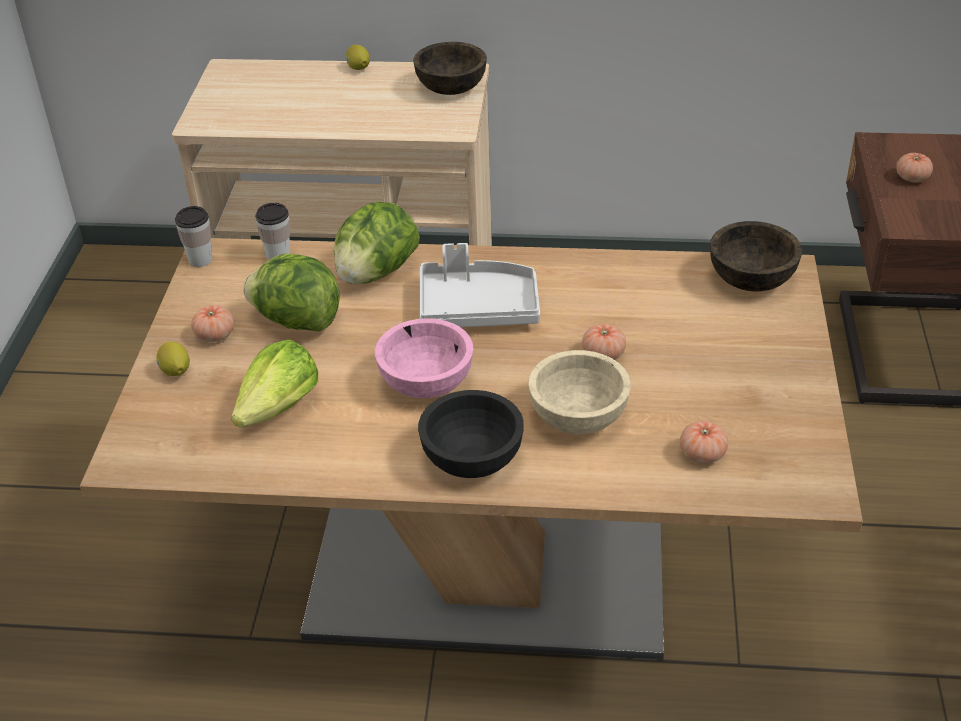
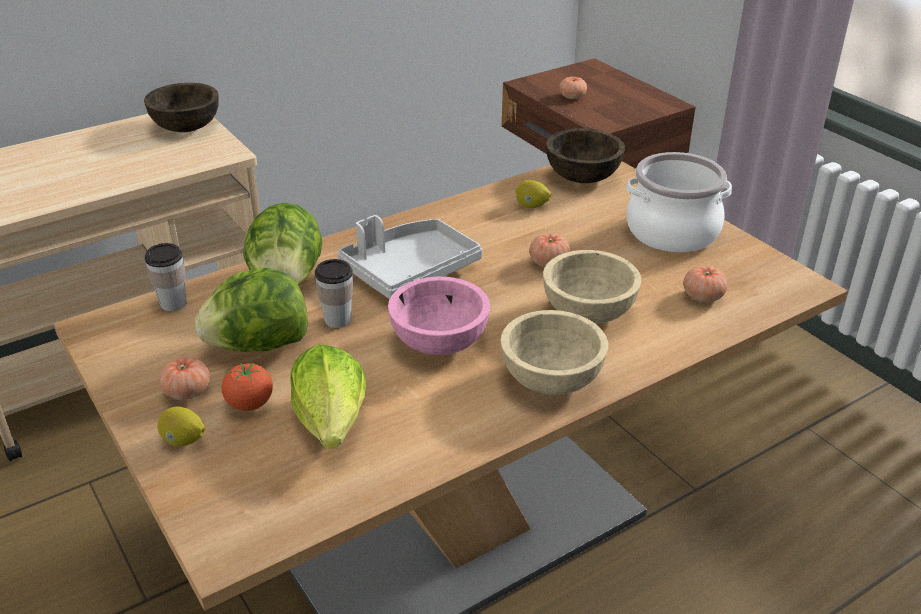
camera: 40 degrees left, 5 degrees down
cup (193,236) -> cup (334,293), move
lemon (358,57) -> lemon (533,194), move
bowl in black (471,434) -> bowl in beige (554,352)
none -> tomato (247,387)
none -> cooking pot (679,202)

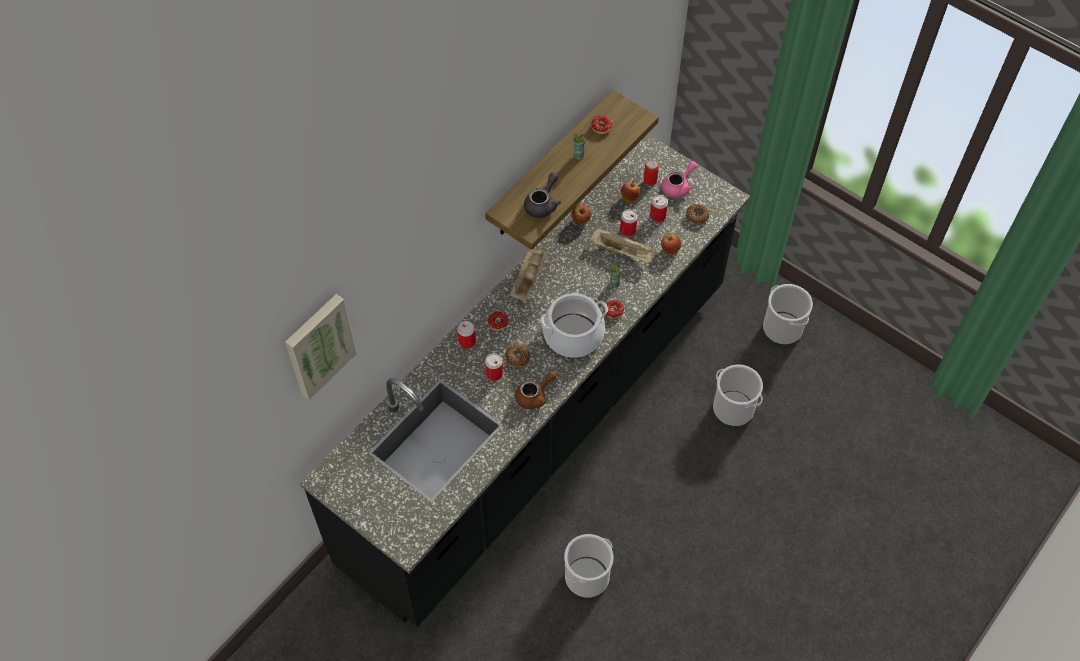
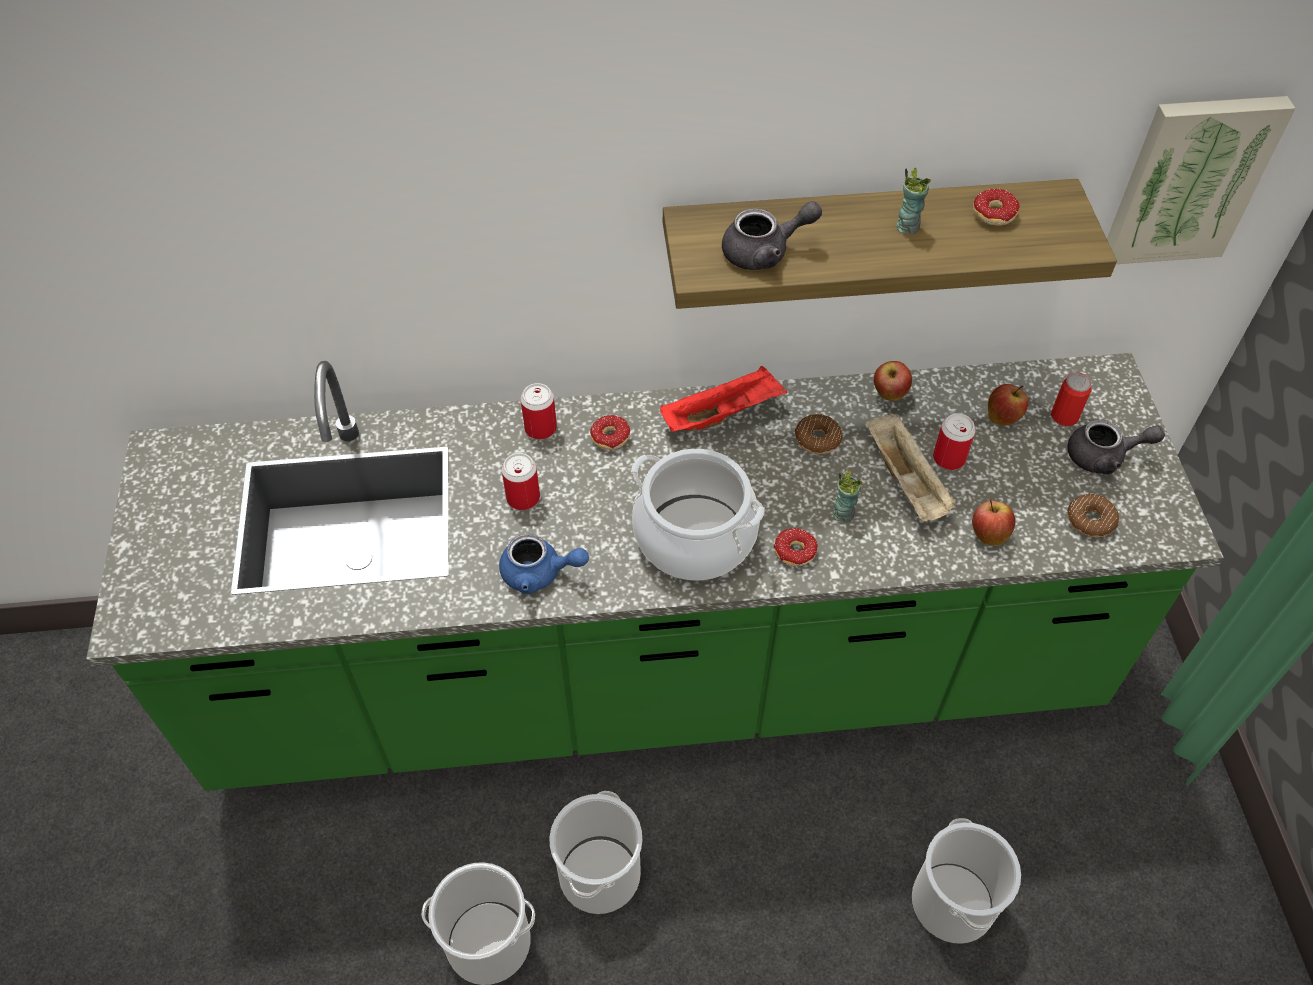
camera: 45 degrees right, 5 degrees down
picture (321,347) -> picture (1201,180), move
counter in black (525,380) -> counter in green (655,572)
donut (517,356) -> donut (819,434), move
tray in beige (529,274) -> tray in red (723,399)
teapot in brown (535,390) -> teapot in blue (544,564)
can (659,208) -> none
teapot in pink (679,179) -> teapot in grey (1116,446)
bucket (788,314) -> bucket (596,852), move

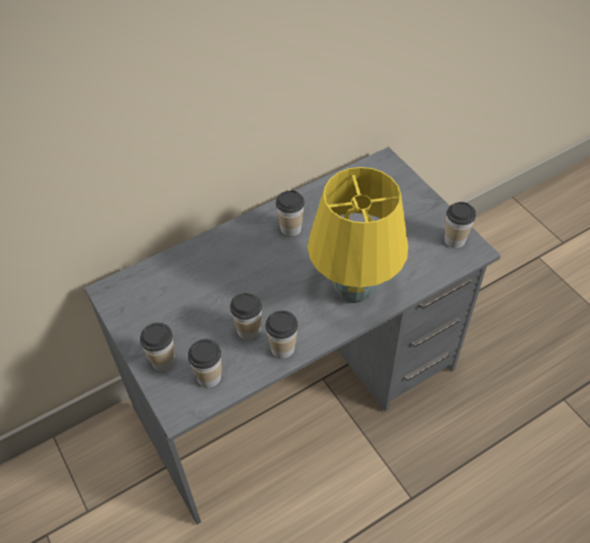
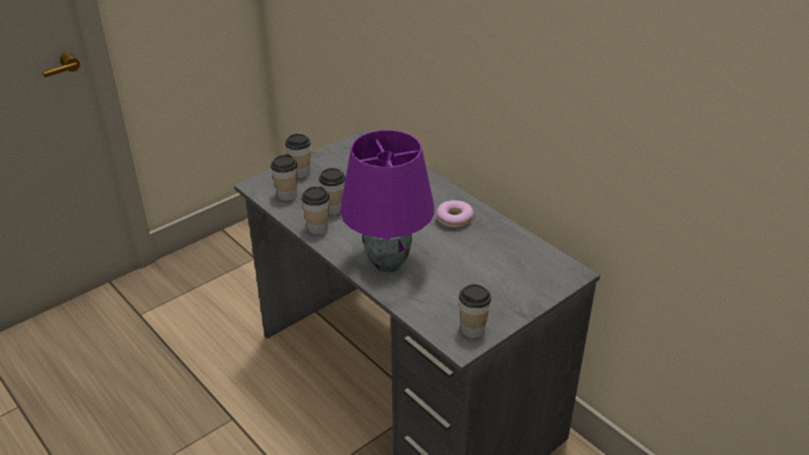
camera: 80 degrees right, 15 degrees down
cup (290,213) -> donut (455,214)
table lamp in yellow (357,235) -> table lamp in purple (387,201)

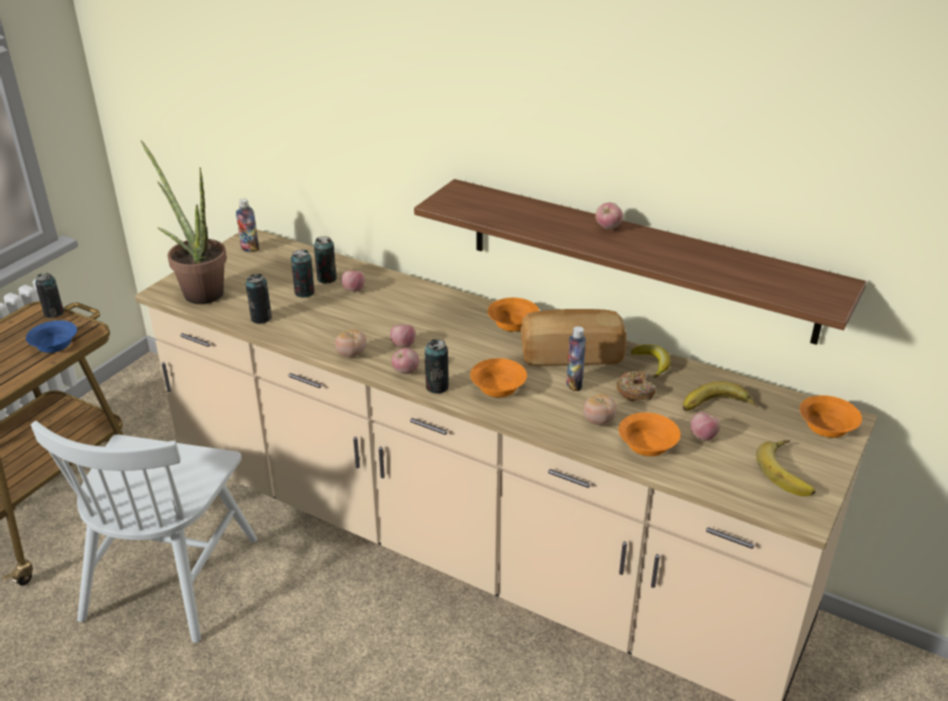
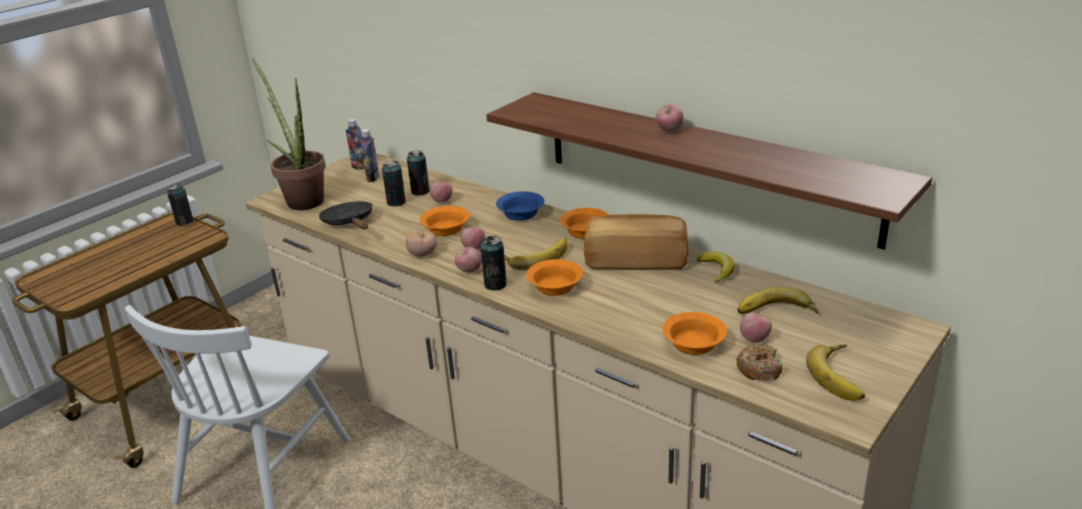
camera: 10 degrees right, 5 degrees down
bowl in blue (51,336) -> bowl in blue (520,206), move
can (259,299) -> frying pan in black (345,215)
bottle (576,358) -> bottle (369,155), move
tomato (600,409) -> none
donut (636,385) -> donut (759,362), move
bowl in orange (831,416) -> bowl in orange (444,221), move
none -> banana (535,253)

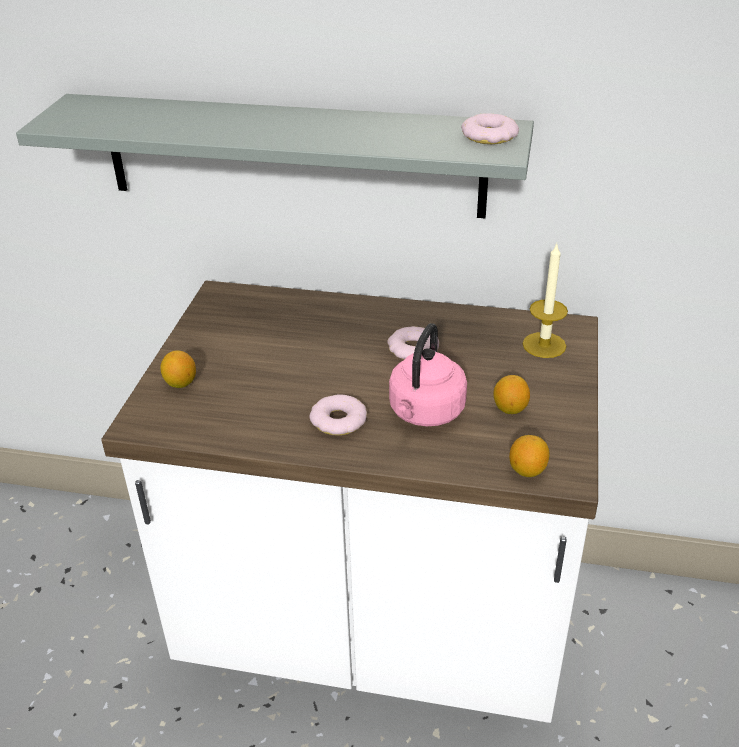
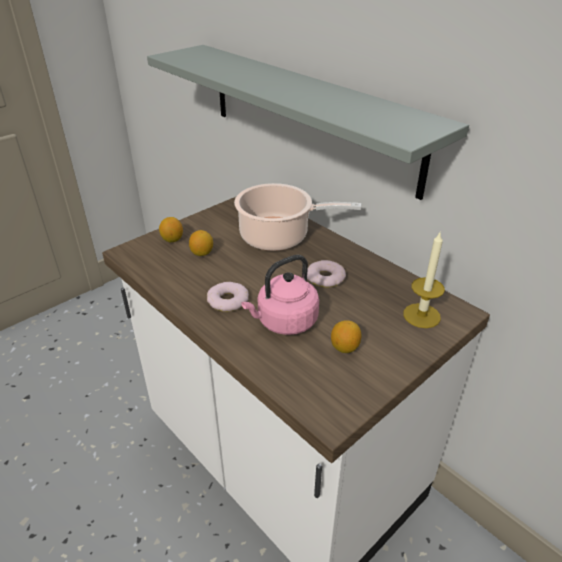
camera: 35 degrees right, 0 degrees up
donut (490,128) -> none
lemon (529,456) -> lemon (201,243), move
none -> cooking pot (297,217)

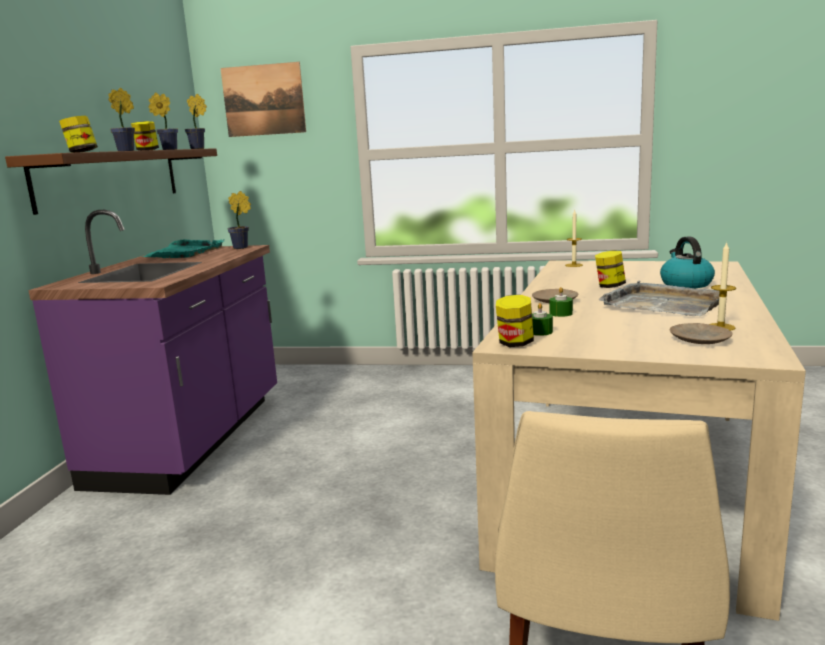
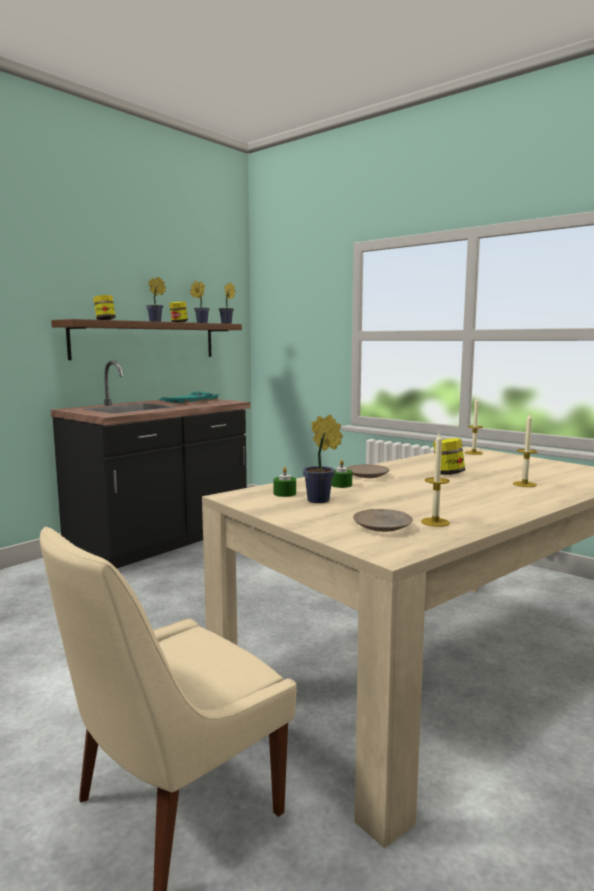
camera: 30 degrees right, 5 degrees down
counter in purple (152,352) -> counter in black (150,464)
picture (263,99) -> none
potted plant (239,220) -> potted plant (323,458), move
jar (515,321) -> none
tray in grey (659,298) -> none
kettle (687,262) -> candle (525,450)

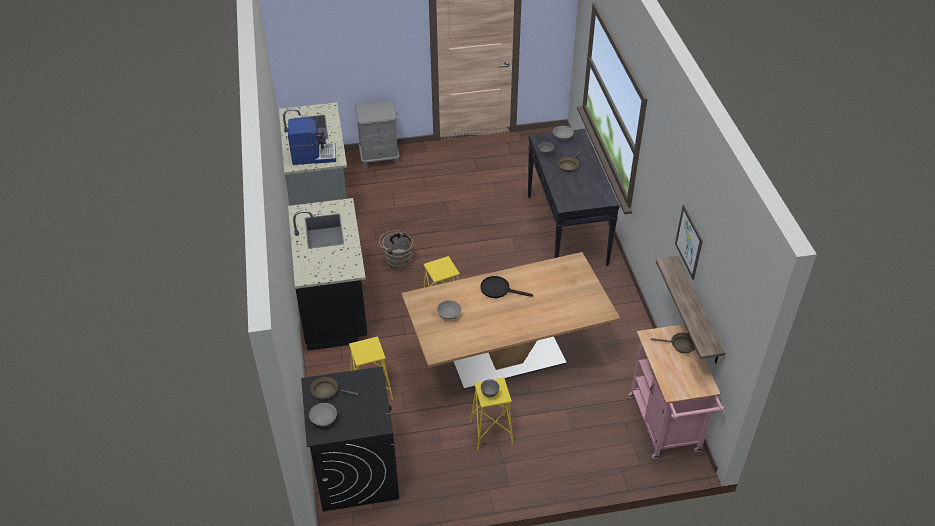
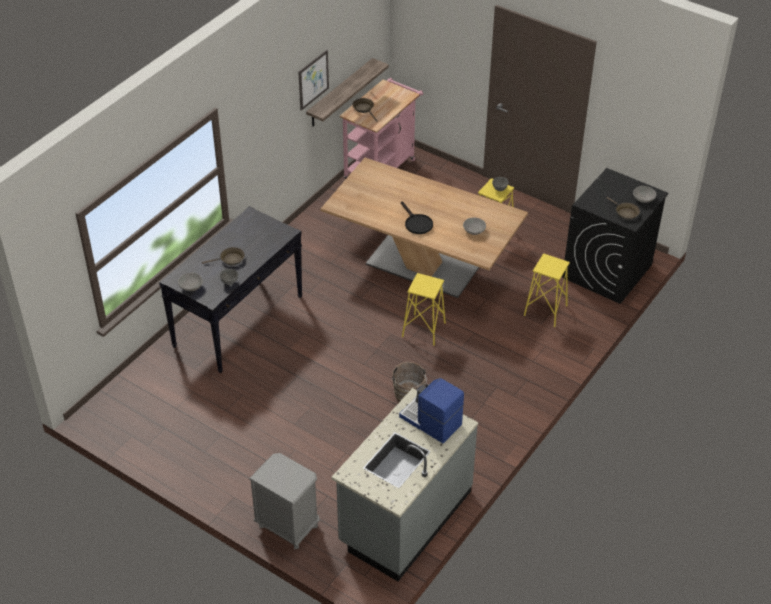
camera: 135 degrees left, 0 degrees up
counter in black (328,274) -> none

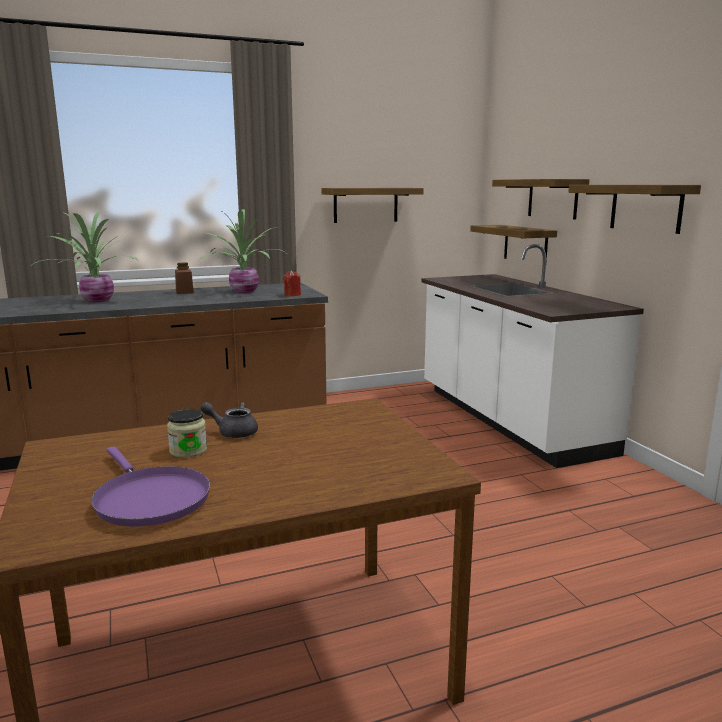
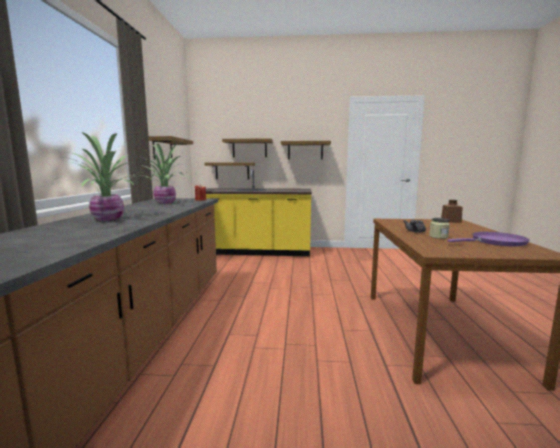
camera: 65 degrees left, 5 degrees down
jar in brown (184,278) -> jar in brown (452,211), move
counter in white (532,356) -> counter in yellow (259,212)

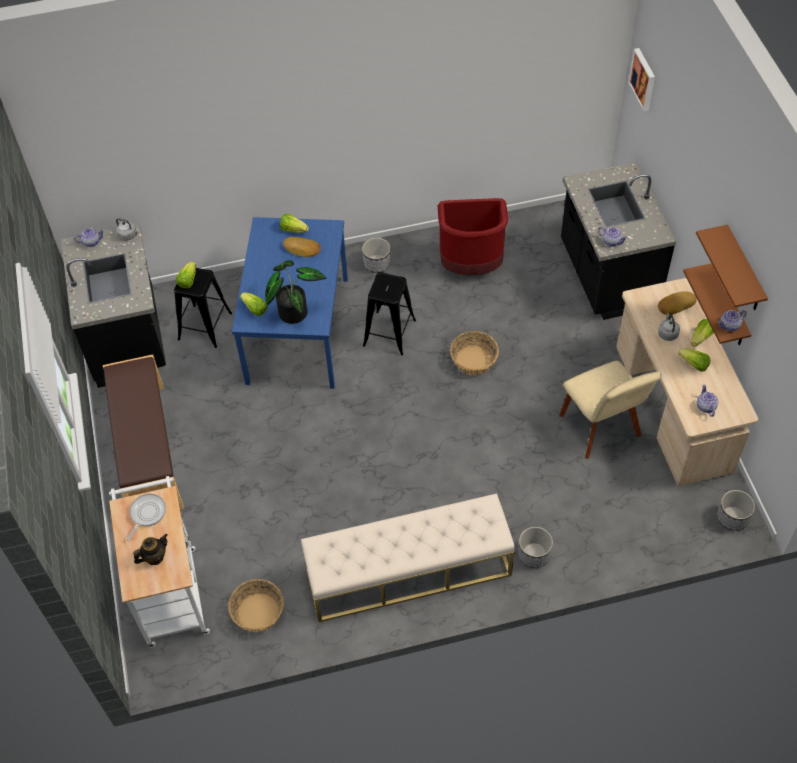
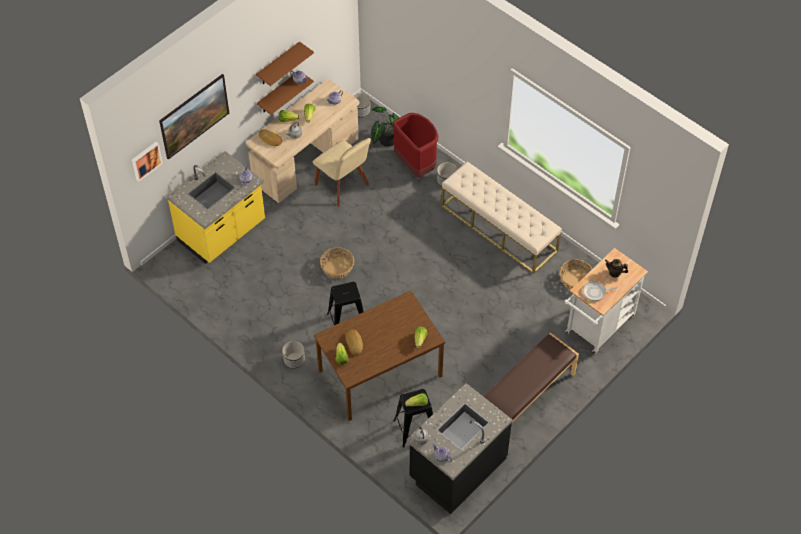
camera: 125 degrees left, 0 degrees up
dining table in blue (290,303) -> dining table in brown (379,356)
potted plant (295,292) -> potted plant (385,127), move
trash can in red (473,236) -> trash can in red (415,145), move
chair in beige (610,410) -> chair in beige (342,172), 105 degrees clockwise
counter in black (618,241) -> counter in yellow (215,207)
none -> picture (194,117)

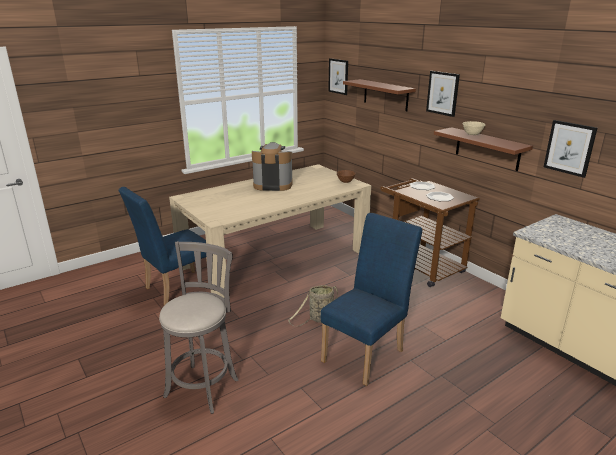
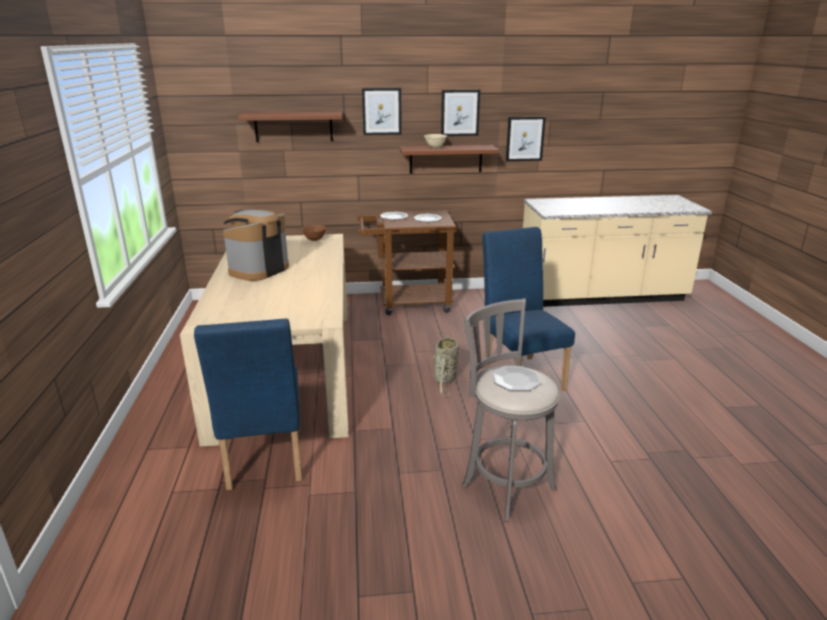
camera: 60 degrees left, 0 degrees up
picture (338,76) -> picture (460,113), move
none -> plate (516,378)

